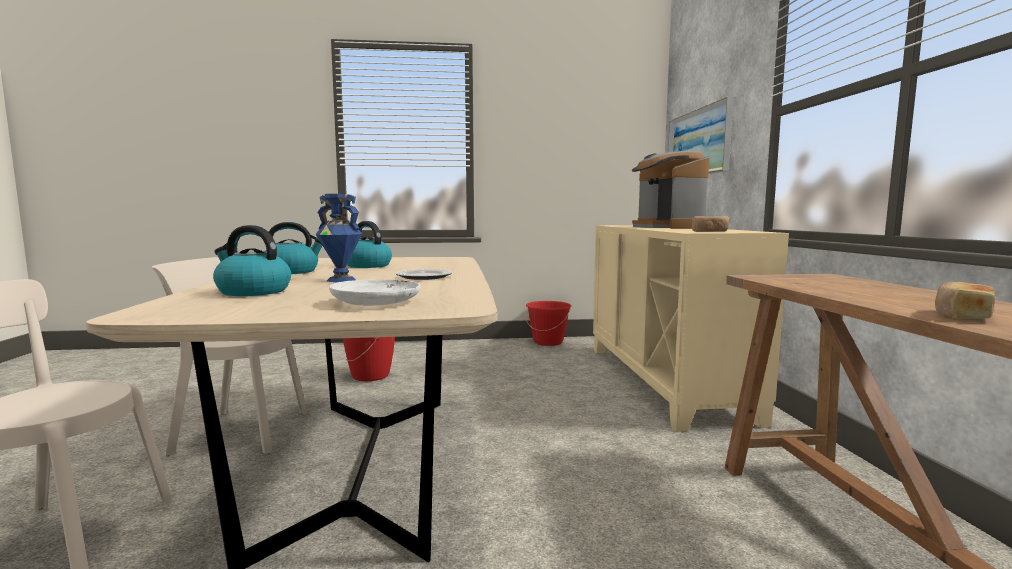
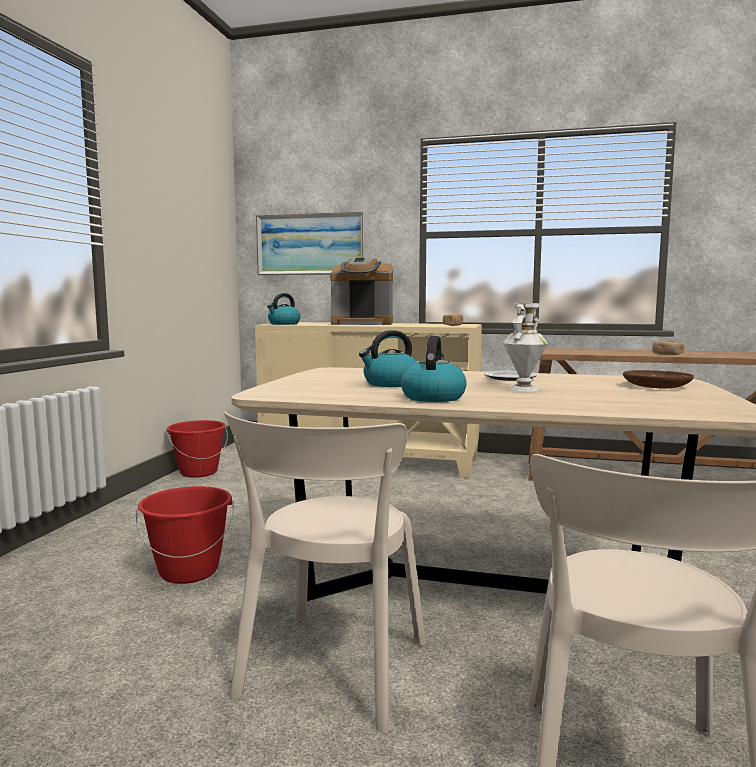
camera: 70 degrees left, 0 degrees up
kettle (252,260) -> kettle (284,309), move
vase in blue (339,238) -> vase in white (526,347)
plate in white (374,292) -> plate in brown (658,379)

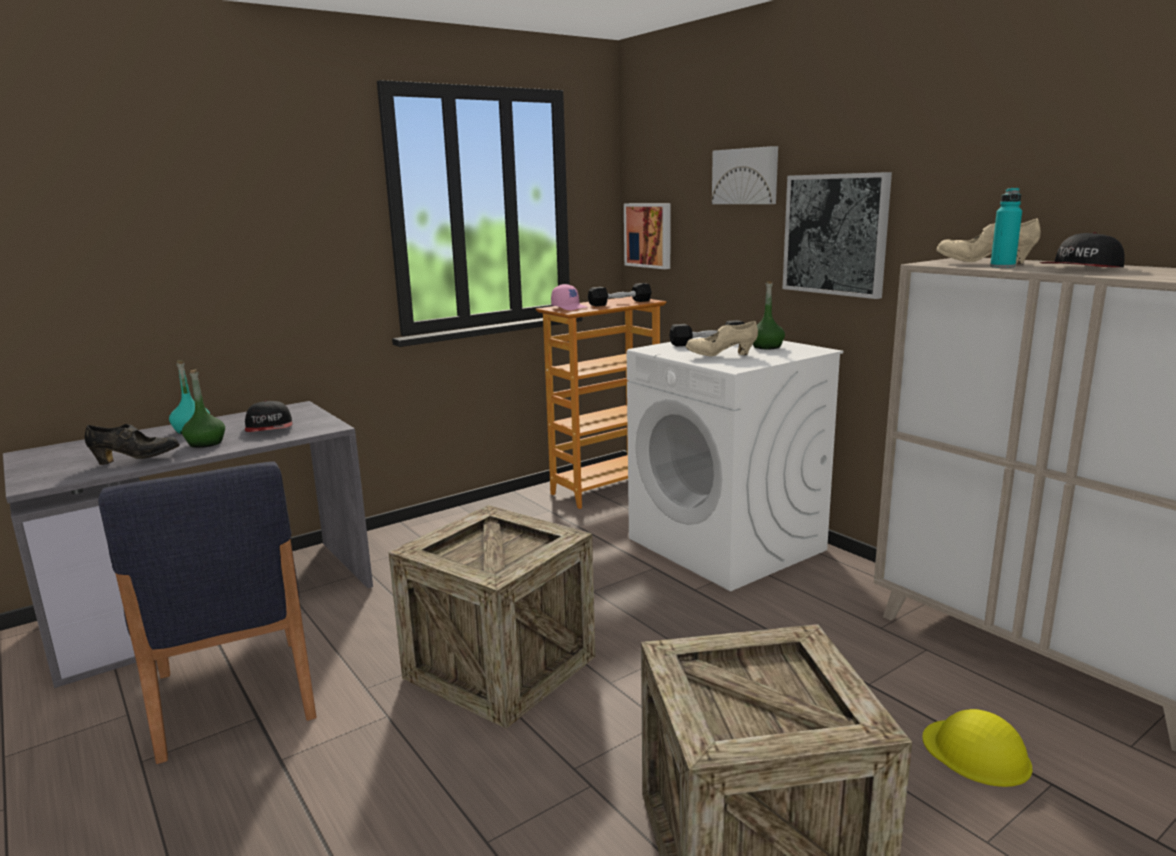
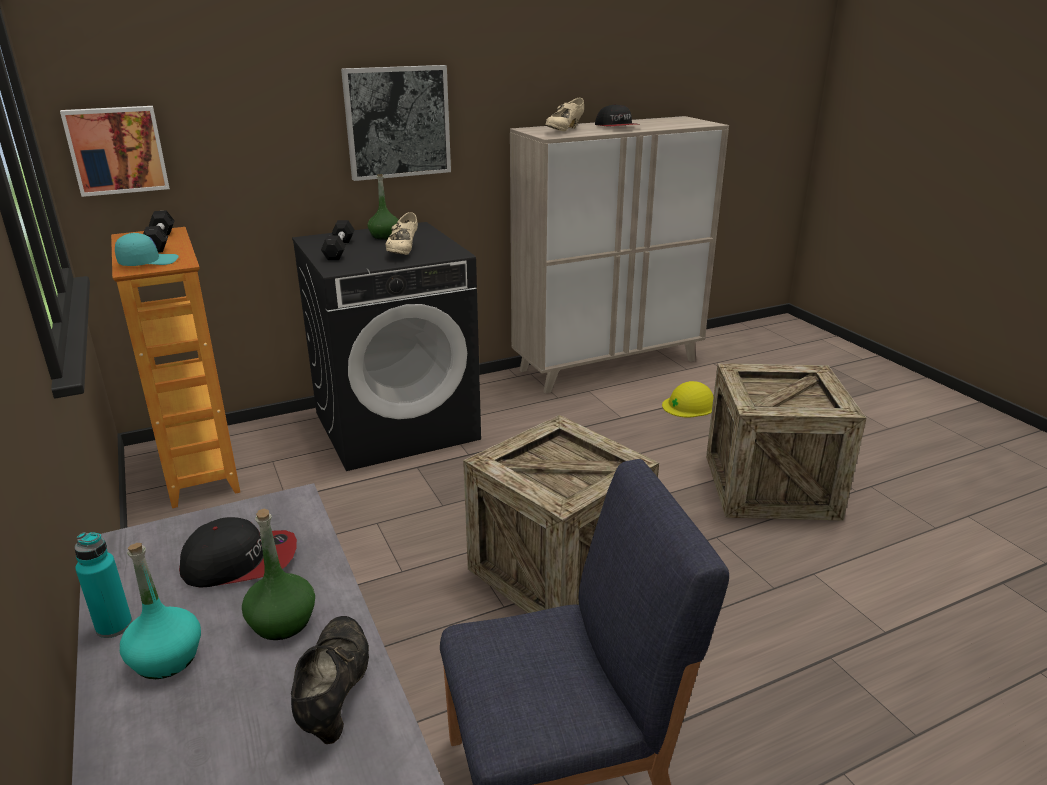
camera: 80 degrees left, 10 degrees up
cap in pink (569,297) -> cap in turquoise (147,249)
washing machine in white (735,464) -> washing machine in black (386,346)
picture (745,175) -> none
bottle in turquoise (1006,228) -> bottle in turquoise (103,585), move

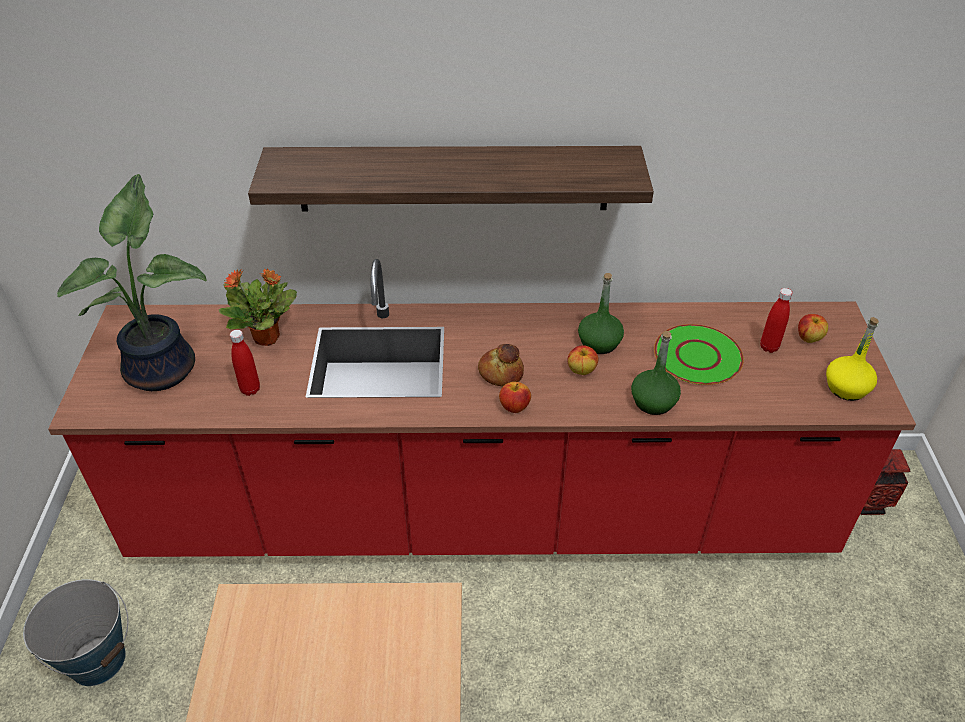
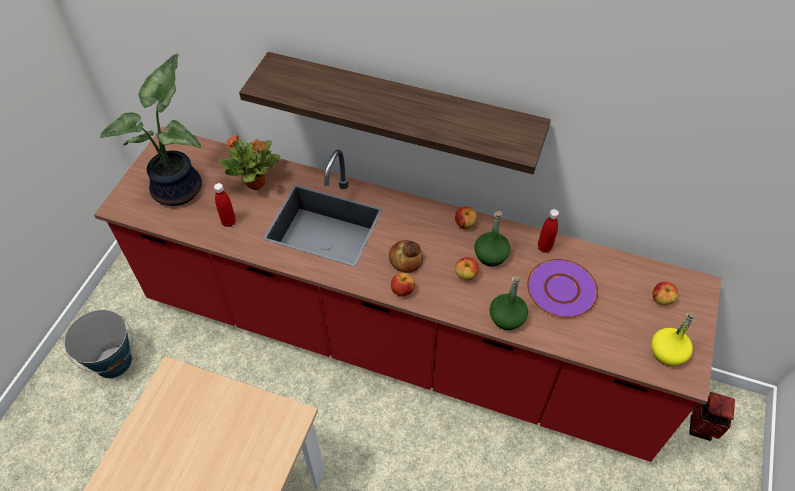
camera: 20 degrees right, 10 degrees up
plate in green (699,354) -> plate in purple (562,288)
bottle in red (776,320) -> bottle in red (548,231), move
none -> apple (466,218)

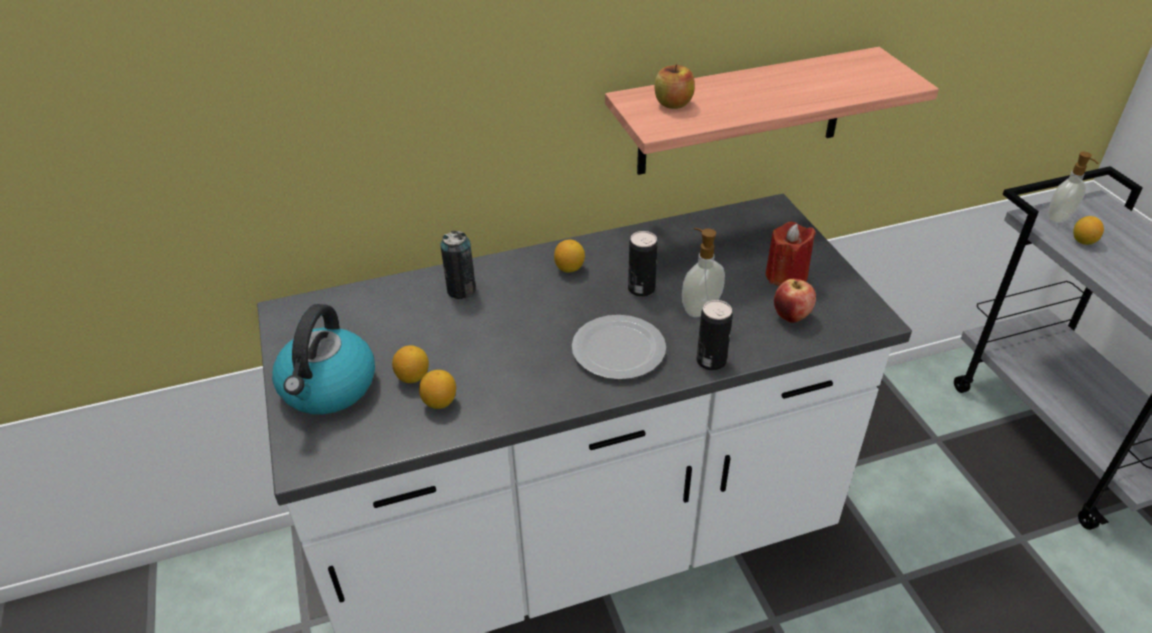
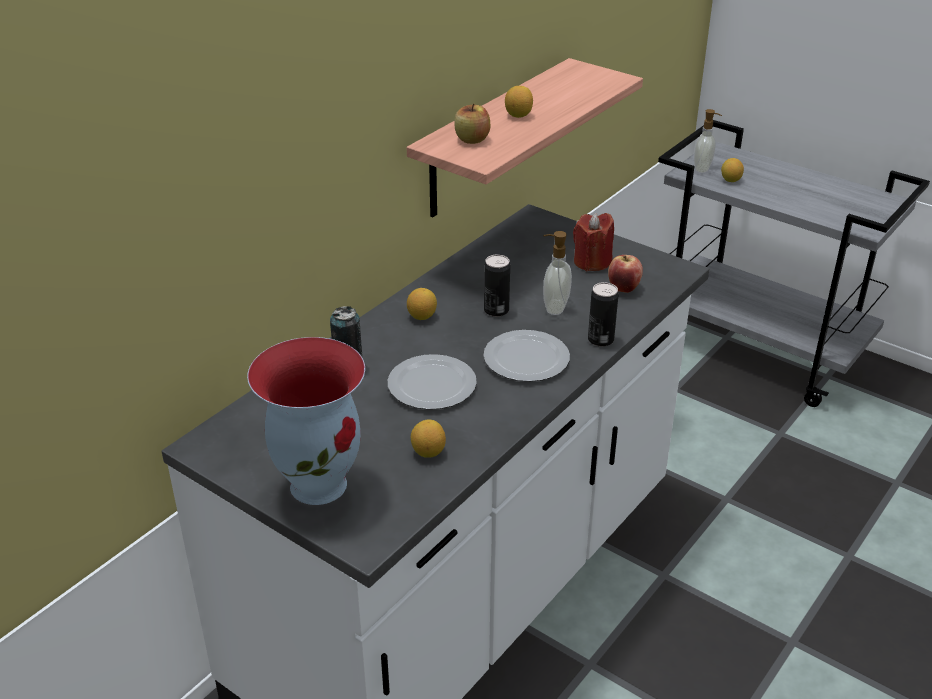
camera: 35 degrees left, 5 degrees down
kettle (323,359) -> vase (306,421)
lemon (410,364) -> lemon (519,102), move
none -> plate (432,382)

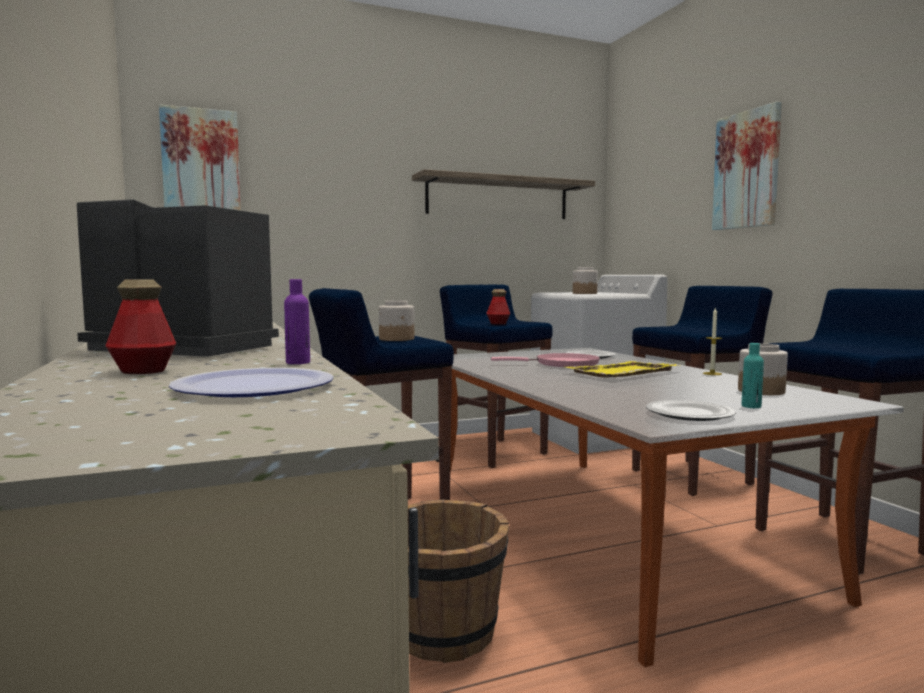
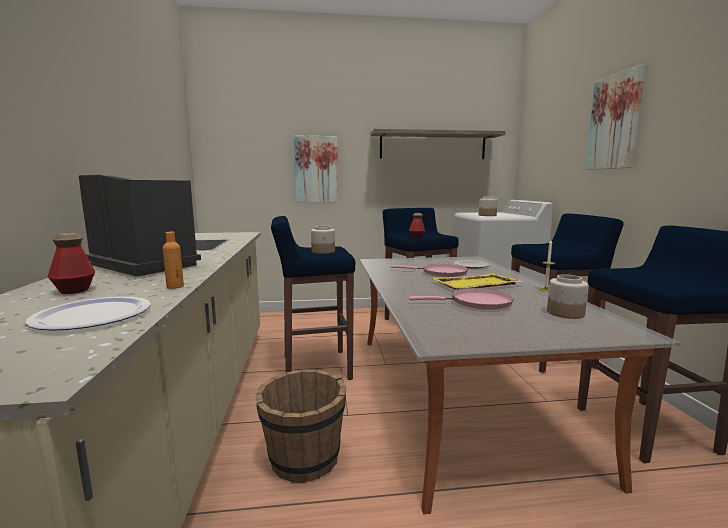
camera: 15 degrees right, 5 degrees up
picture (200,157) -> picture (316,169), move
bottle in purple (297,321) -> bottle in orange (173,260)
plate (691,410) -> none
bottle in turquoise (753,375) -> none
none -> frying pan in pink (461,299)

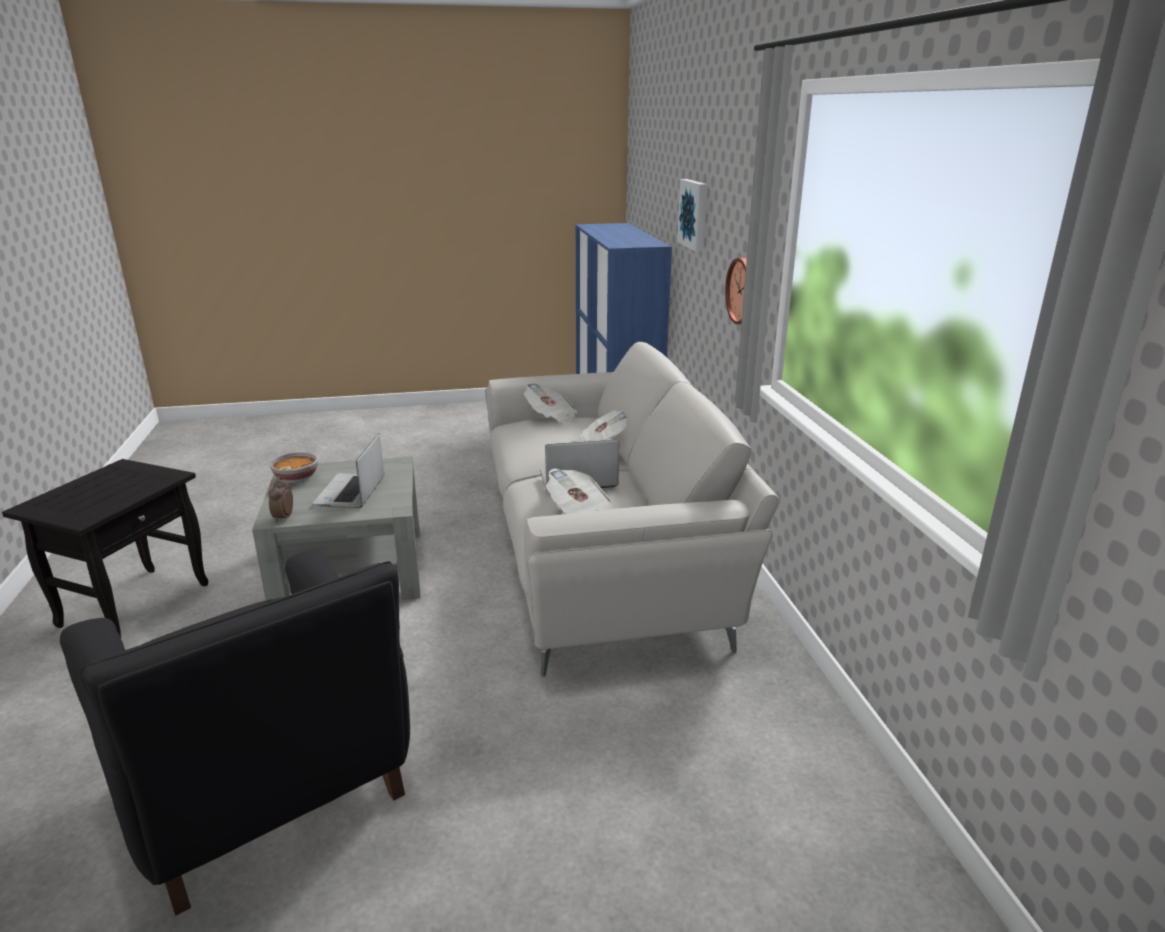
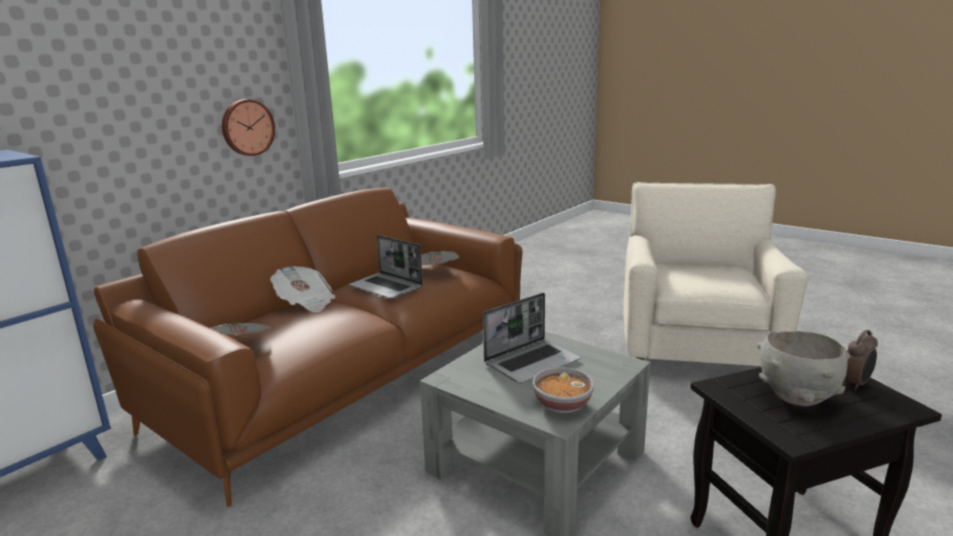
camera: 130 degrees left, 5 degrees down
armchair in black (235,732) -> armchair in beige (715,274)
alarm clock (280,500) -> alarm clock (860,360), move
sofa in grey (632,509) -> sofa in brown (307,347)
picture (692,215) -> none
none -> bowl in grey (803,368)

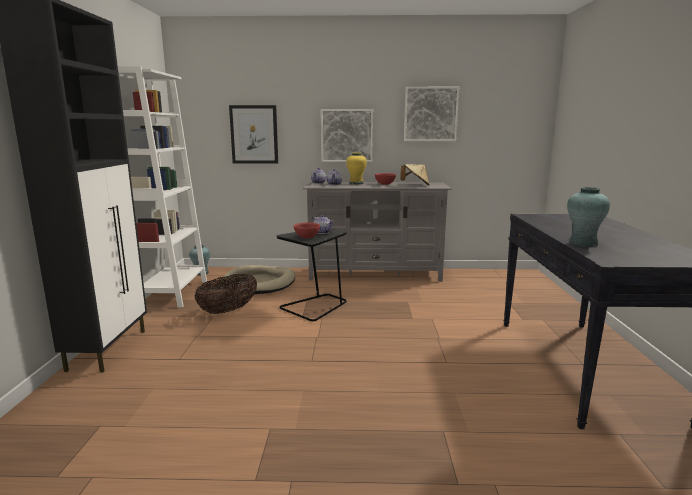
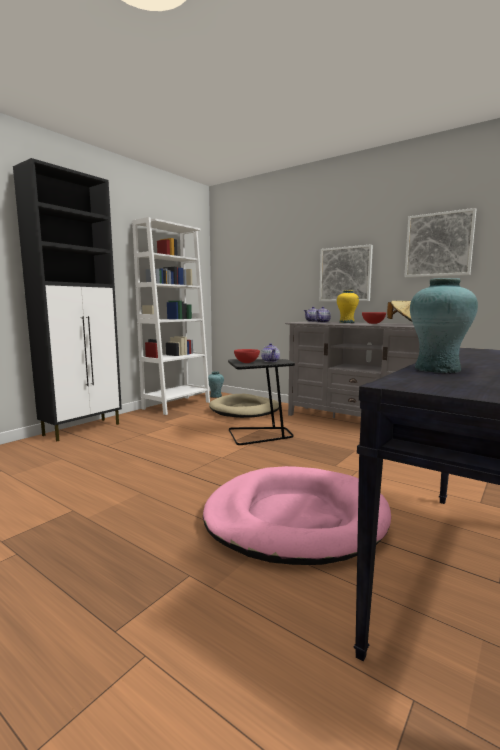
camera: 35 degrees right, 5 degrees down
basket (226,294) -> none
picture (253,134) -> none
none -> dog bed in pink (297,515)

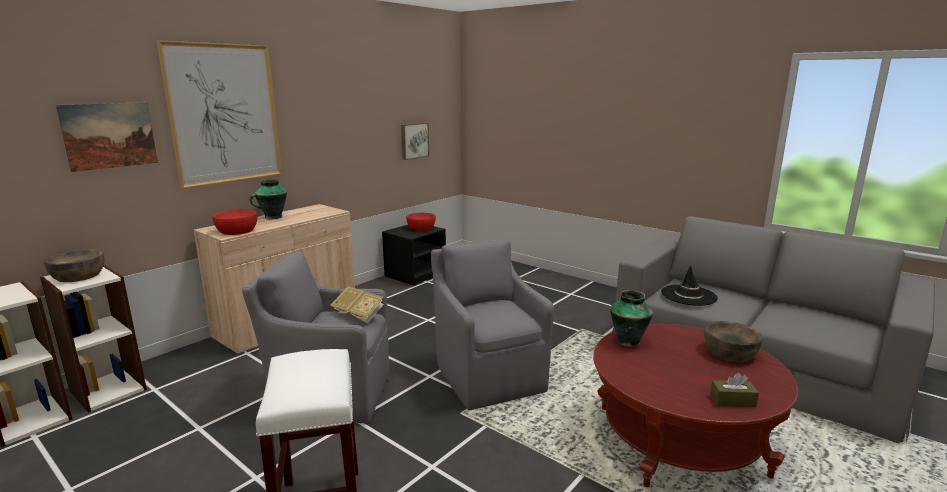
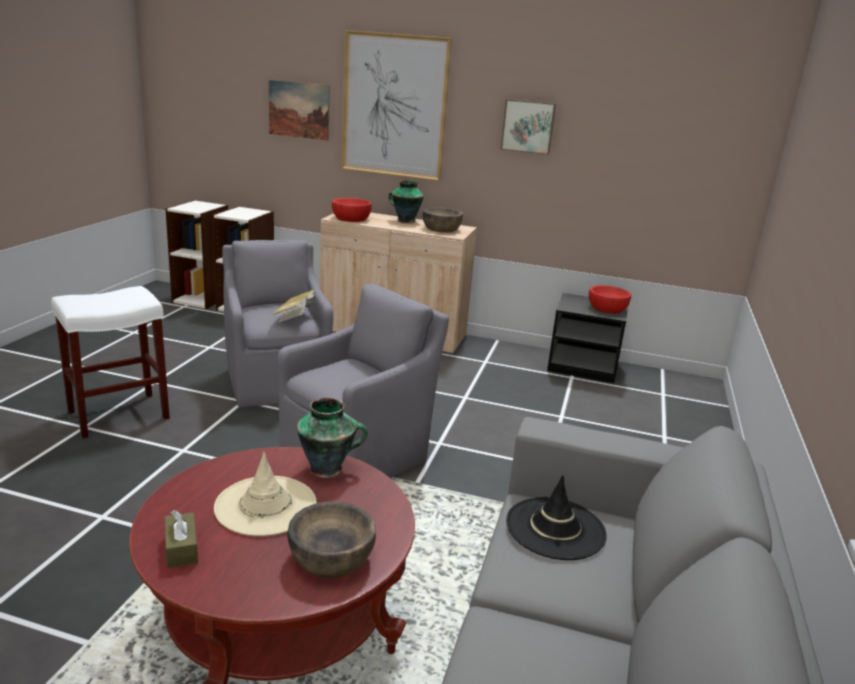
camera: 65 degrees right, 5 degrees up
bowl in brown (74,265) -> bowl in brown (443,220), move
picture (415,141) -> picture (528,127), move
none -> hat in beige (265,494)

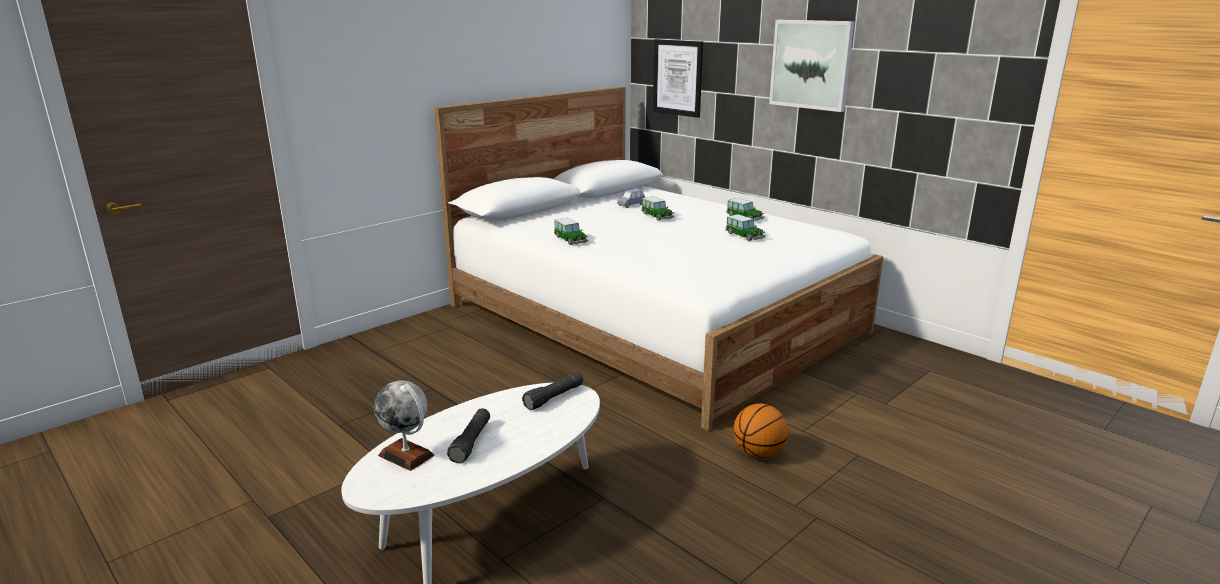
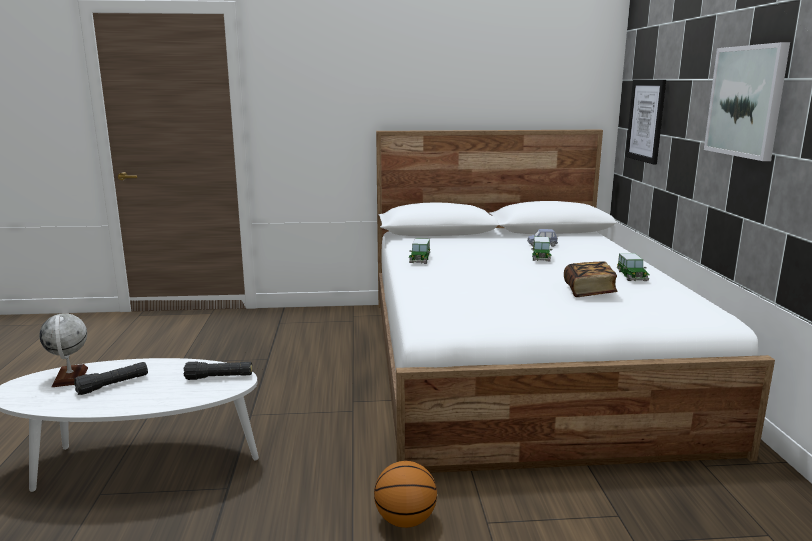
camera: 40 degrees right, 5 degrees down
toy car (745,227) -> book (590,279)

